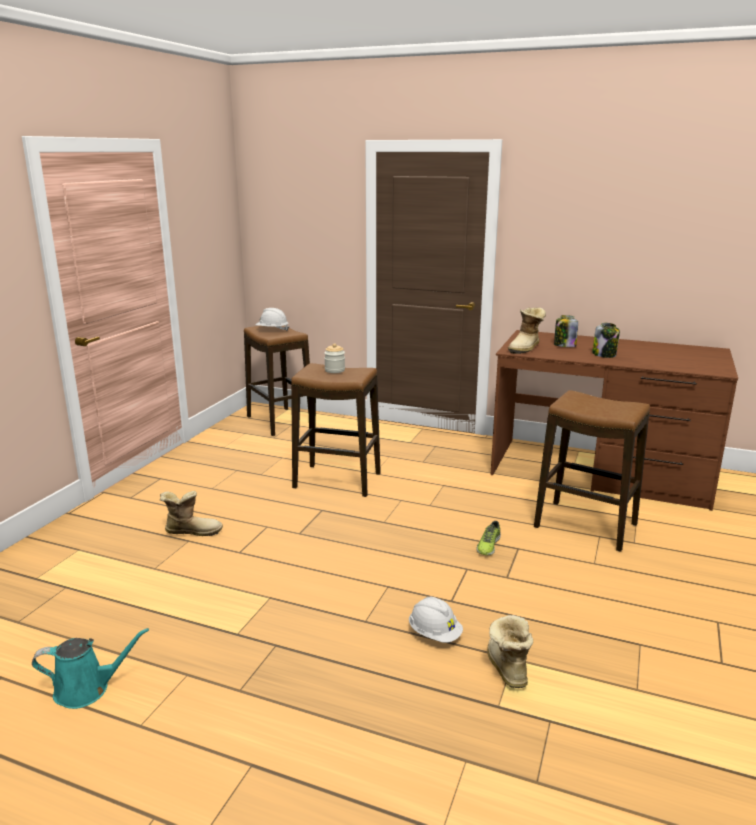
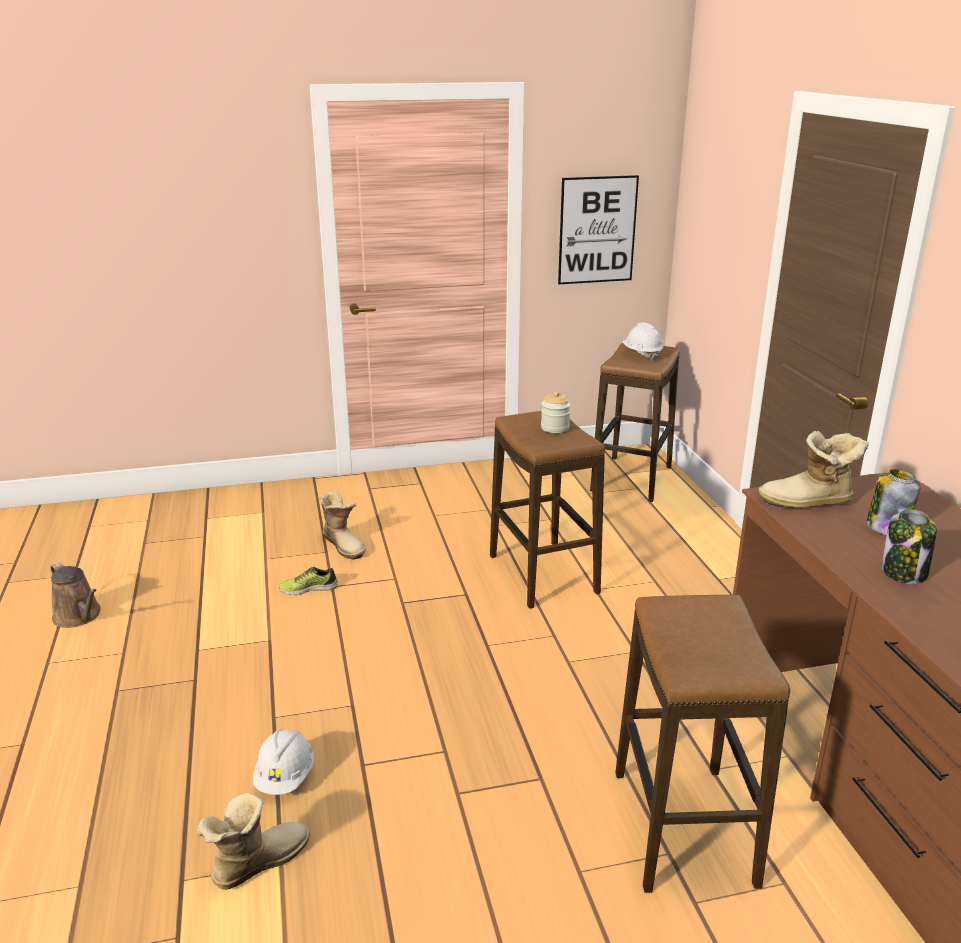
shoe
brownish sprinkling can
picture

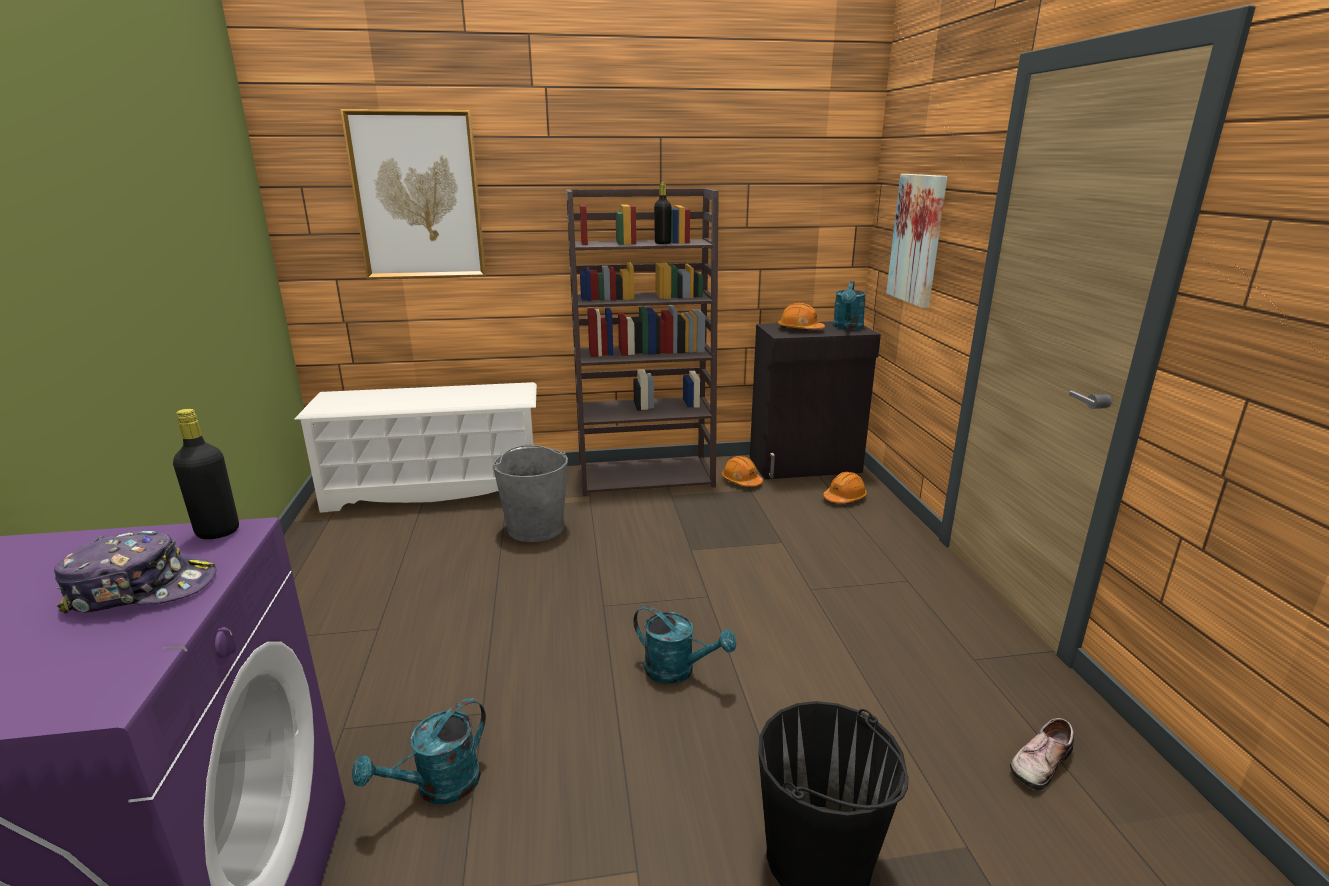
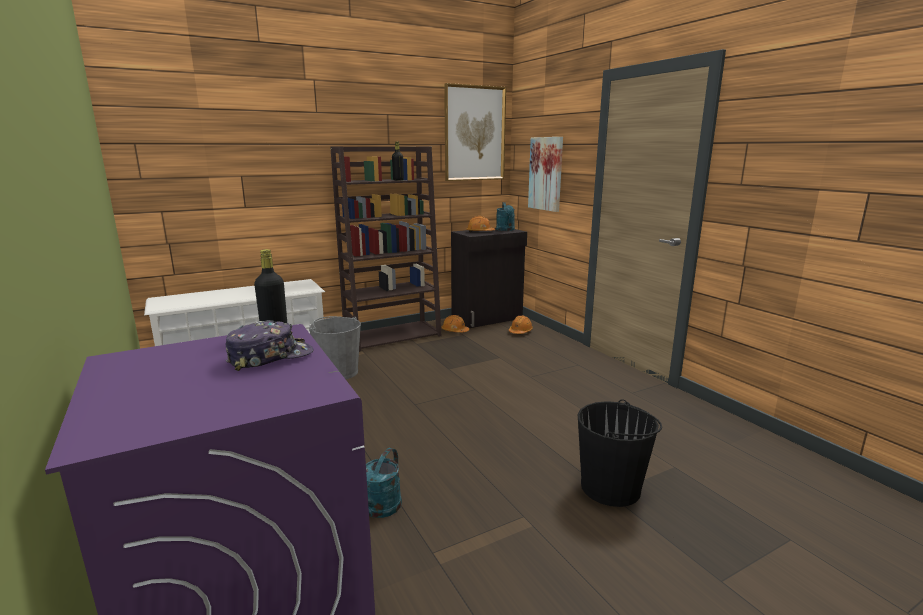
picture (no. 1 from left)
blue-green sprinkling can (no. 2 from left in the first image)
shoe

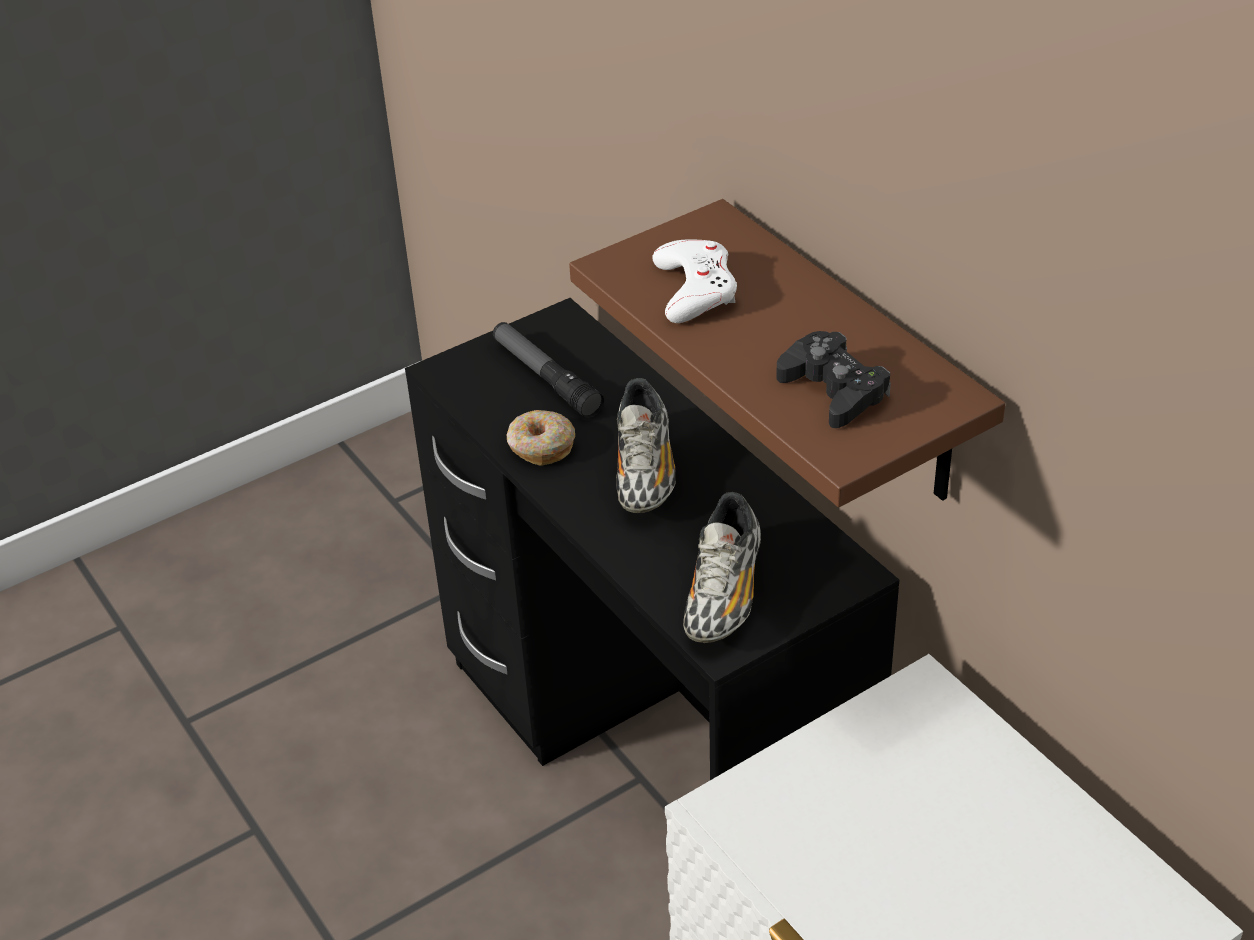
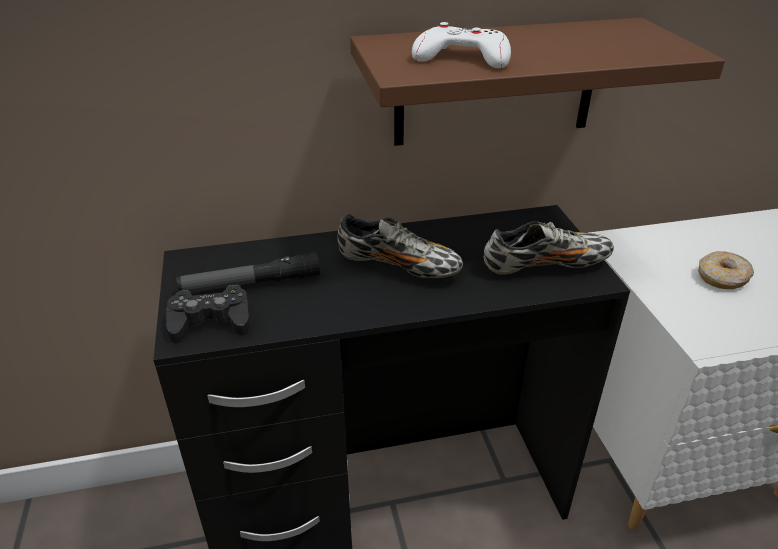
black game controller
donut
shoe (no. 2 from left)

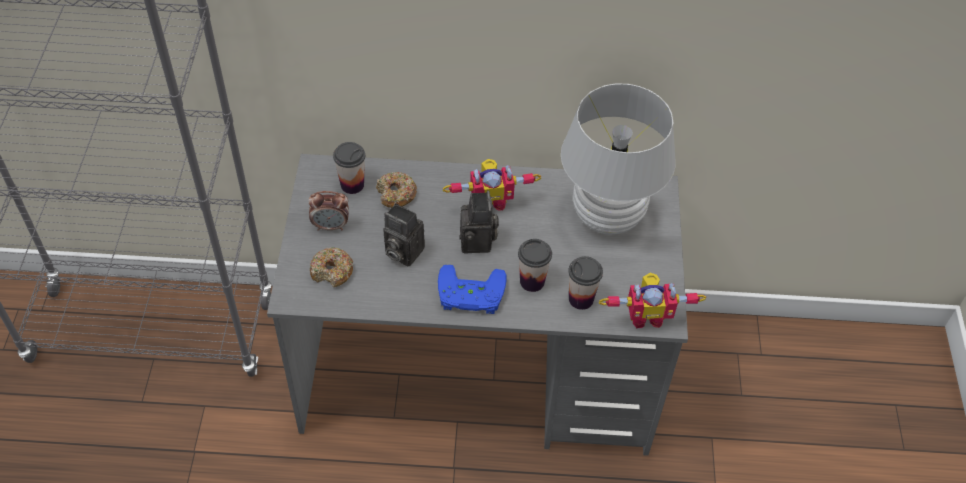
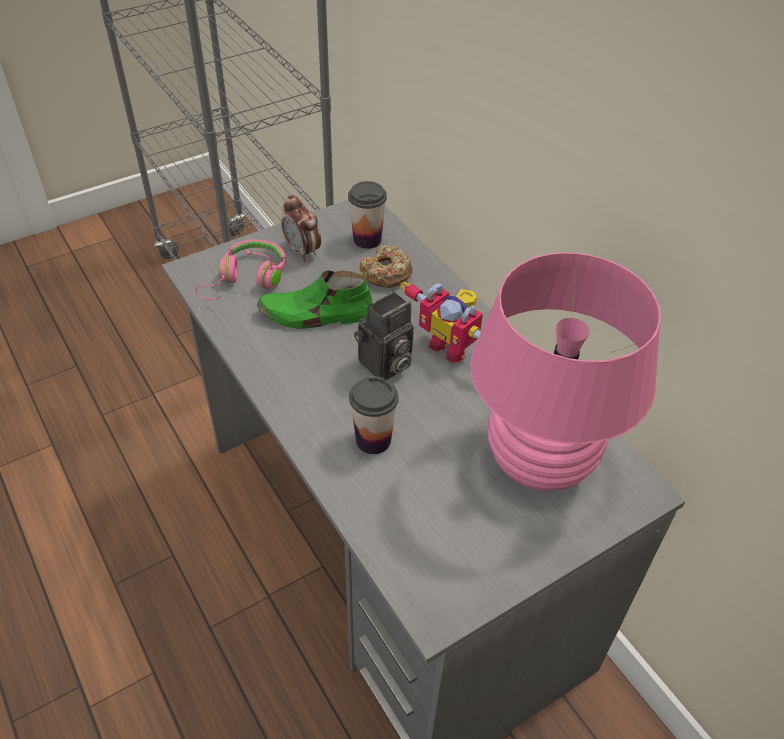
pinkish table lamp
green-coloured shoe
pinkish headset
small cup (no. 3 from left in the first image)
bluish game controller
toy robot (no. 2 from left in the first image)

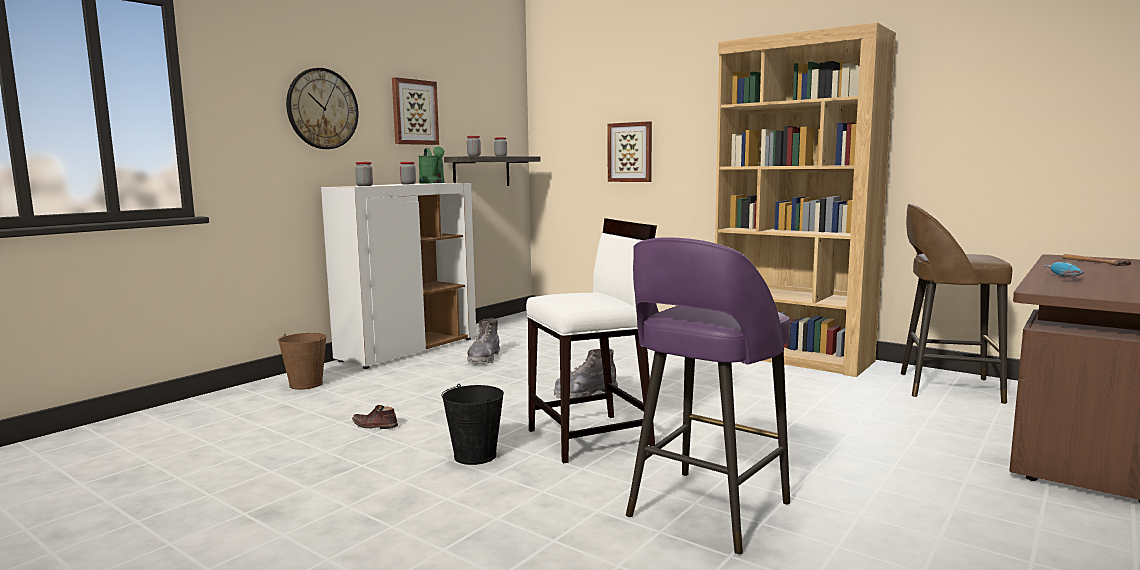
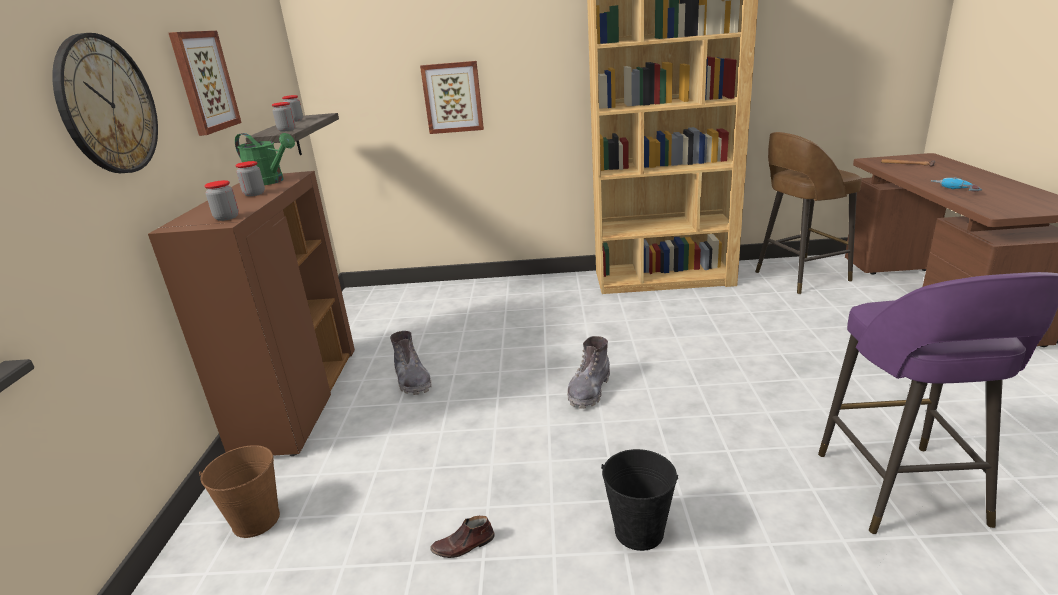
brownish storage cabinet
white-coloured stool seat

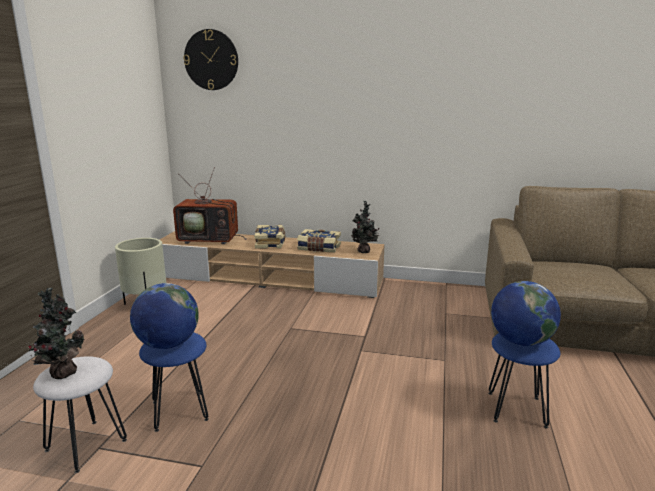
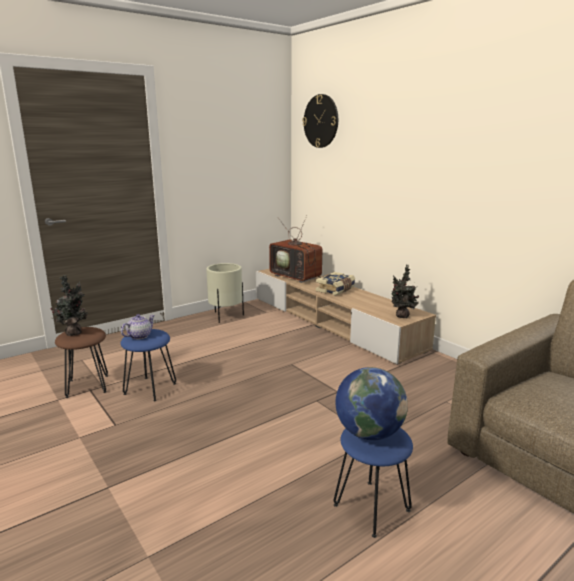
volume (no. 2 from left in the first image)
pot for tea
brownish stool seat

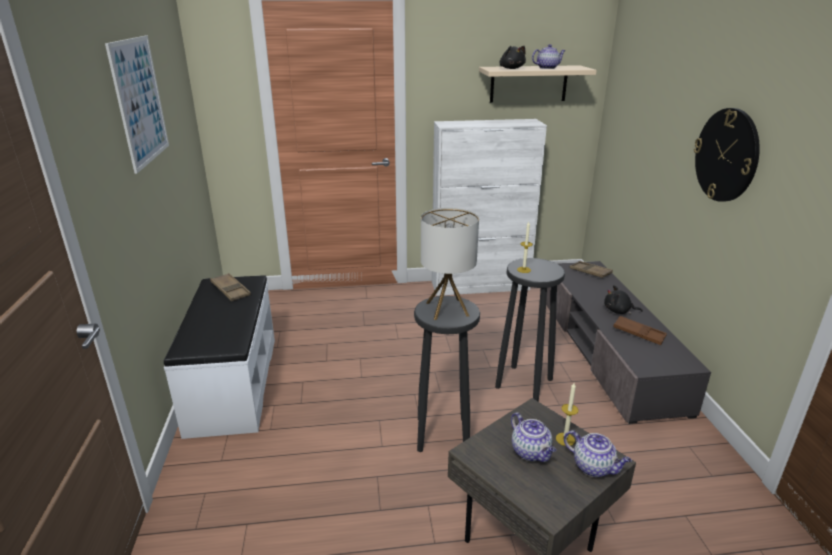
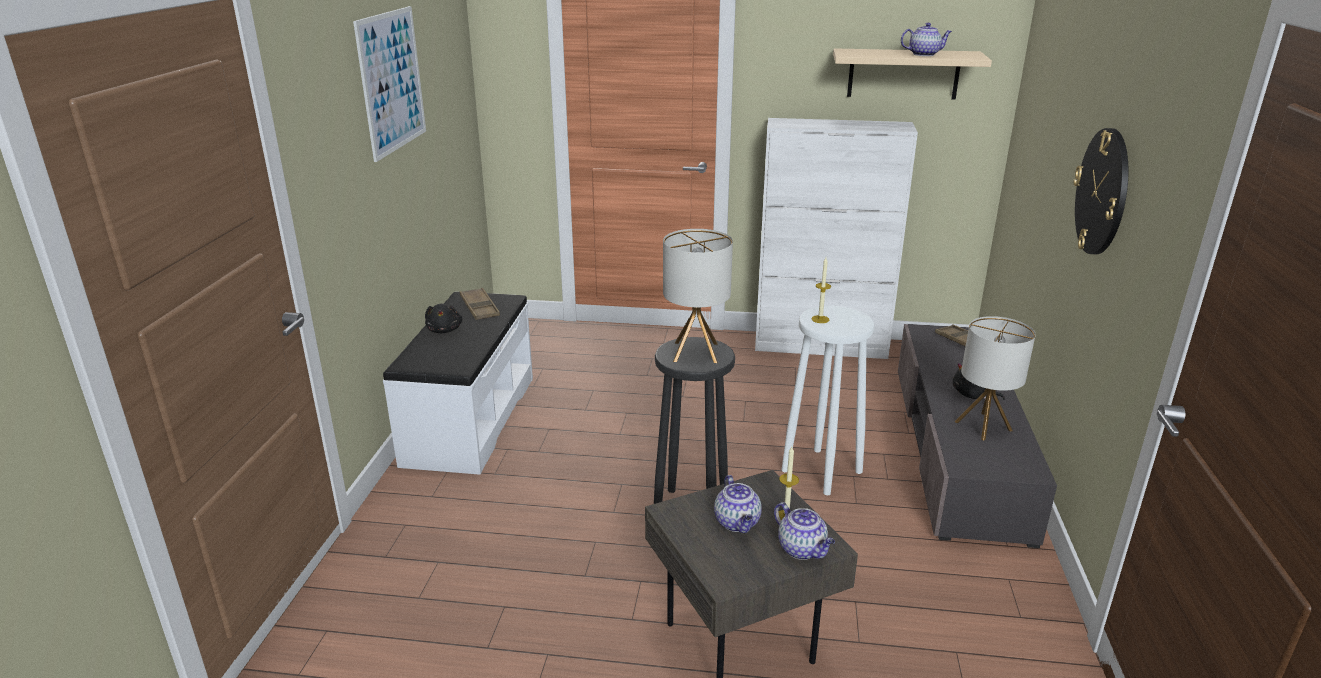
black cuddly toy (no. 1 from left)
white-coloured stool seat
table lamp (no. 2 from left)

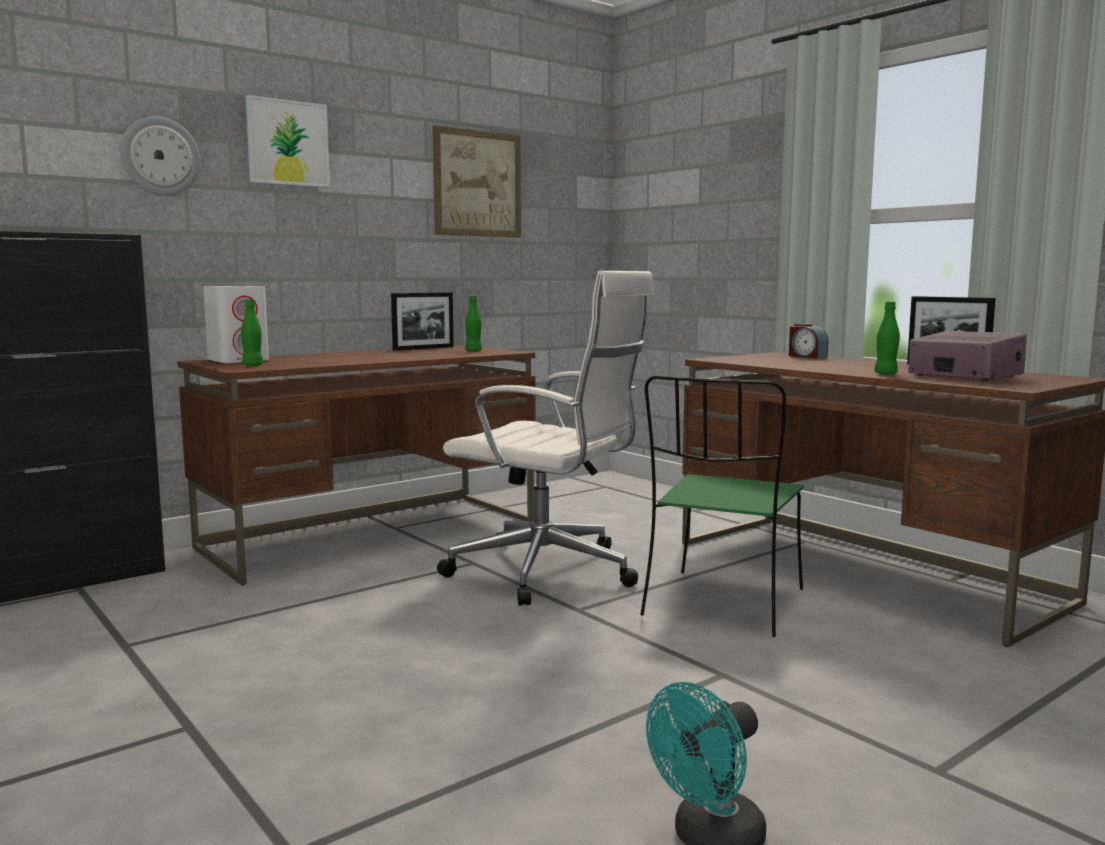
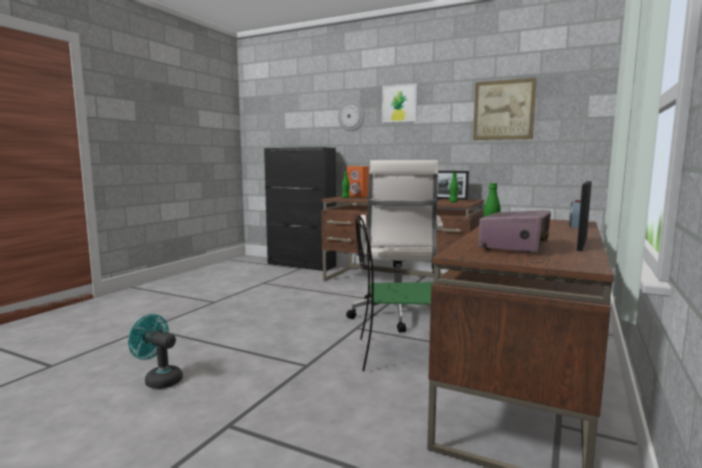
orangey loudspeaker

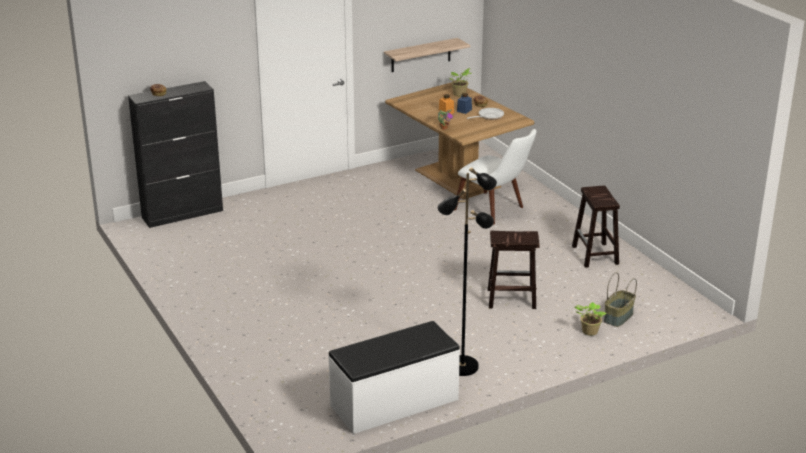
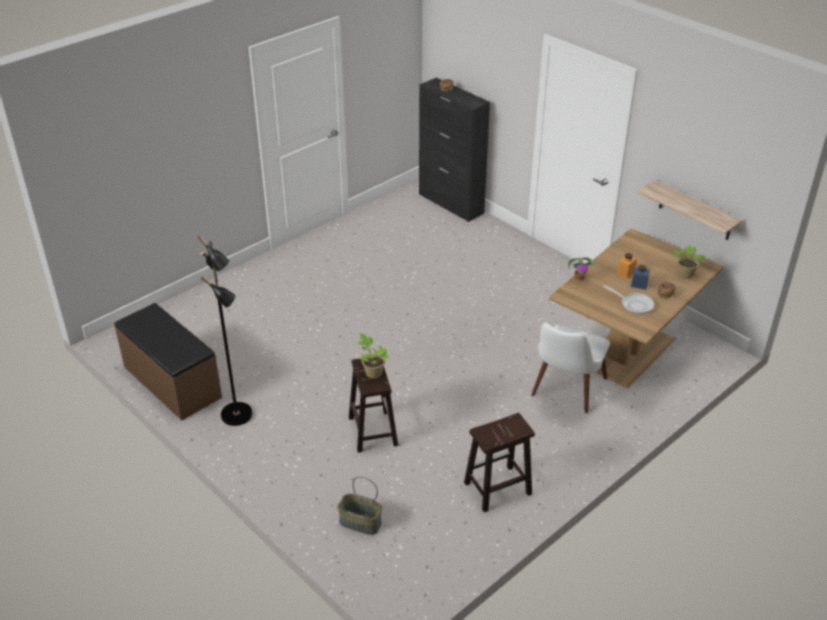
potted plant (no. 1 from left)
brownish bench

